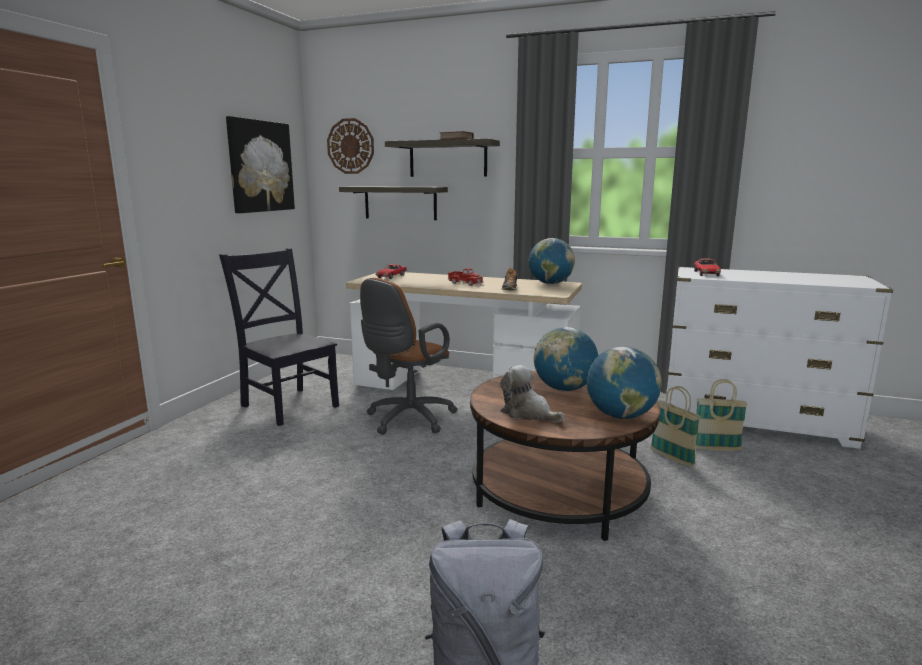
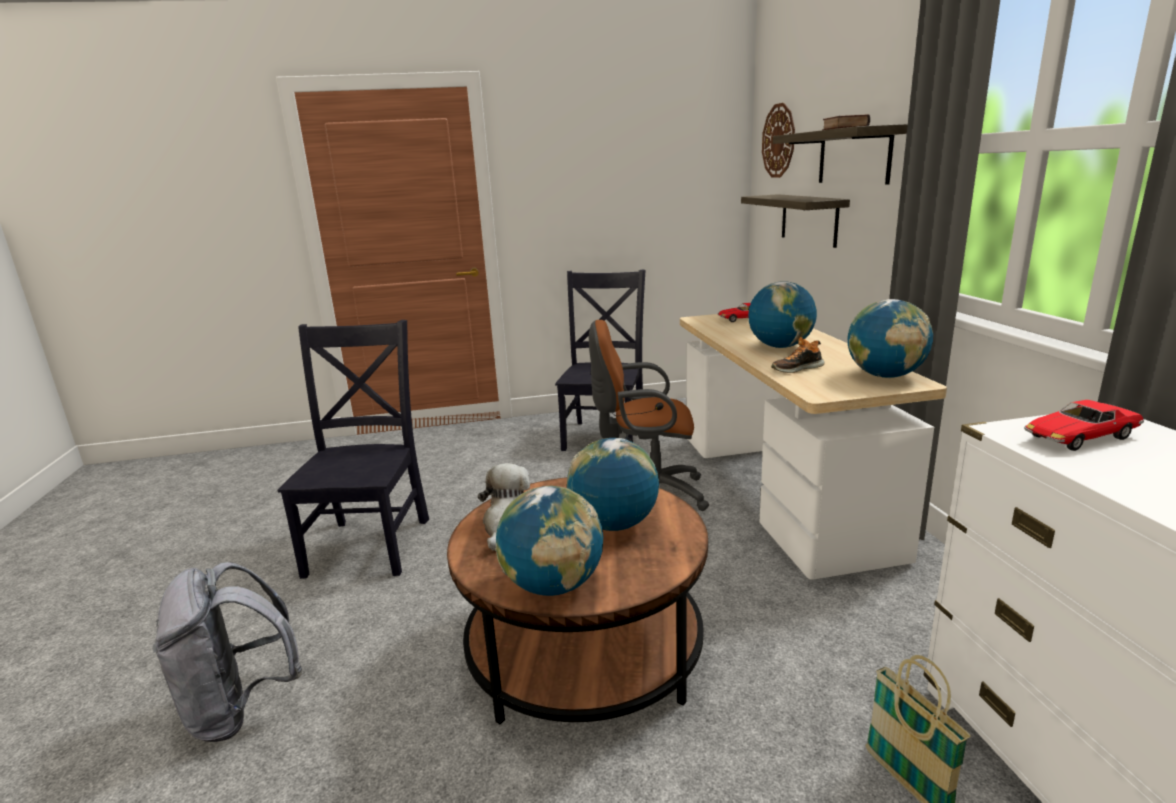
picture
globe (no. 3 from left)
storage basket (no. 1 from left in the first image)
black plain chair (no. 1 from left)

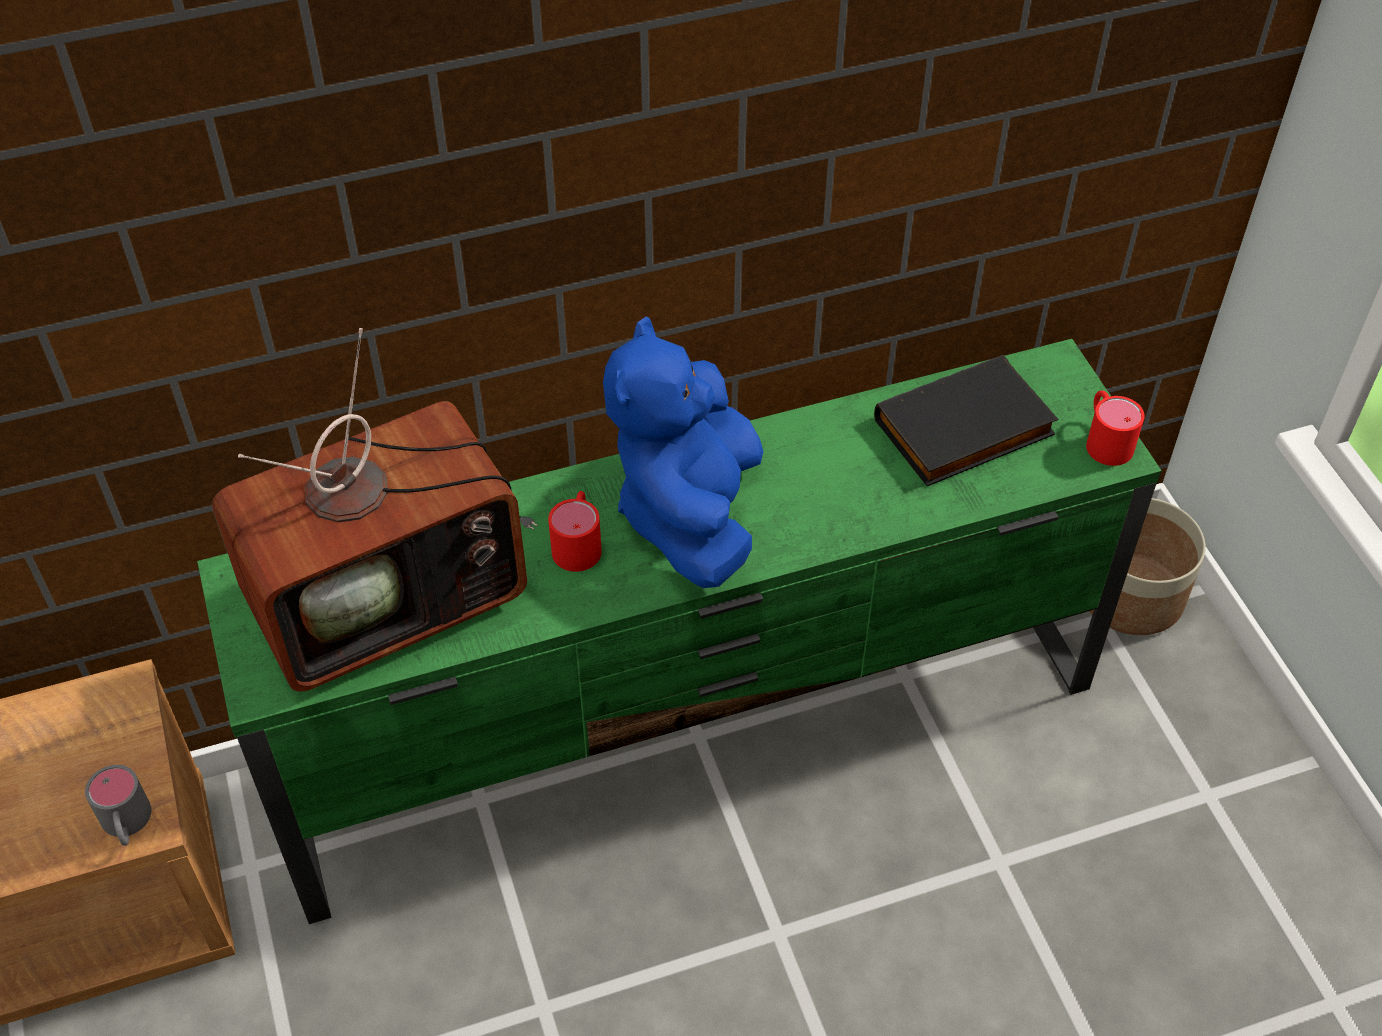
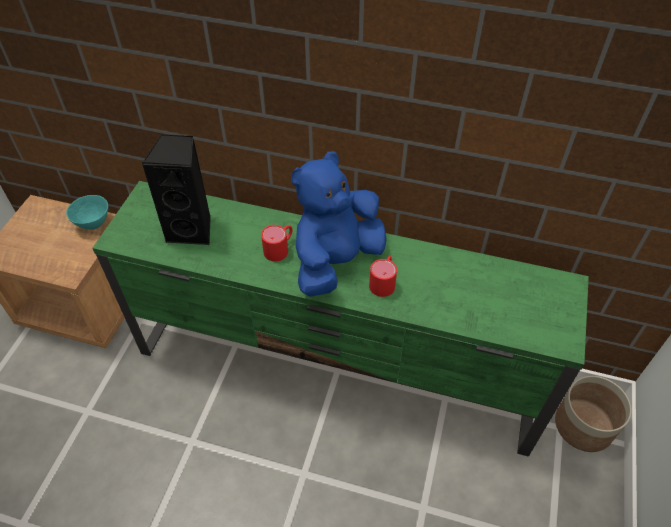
black loudspeaker
black volume
red-coloured tea mug (no. 2 from left)
grey tea mug
blue-green deep dish

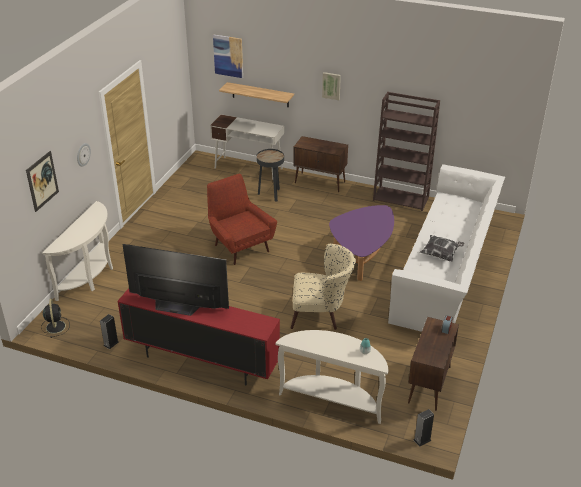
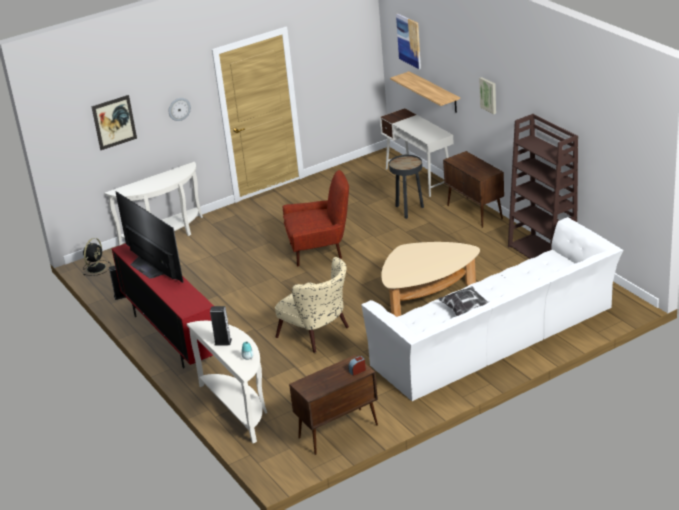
red-coloured lounge chair
beige-coloured coffee table
loudspeaker (no. 2 from left)

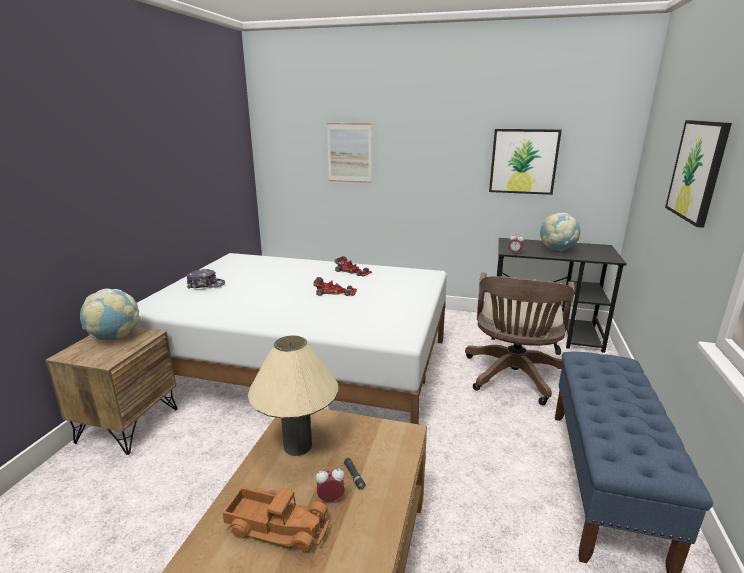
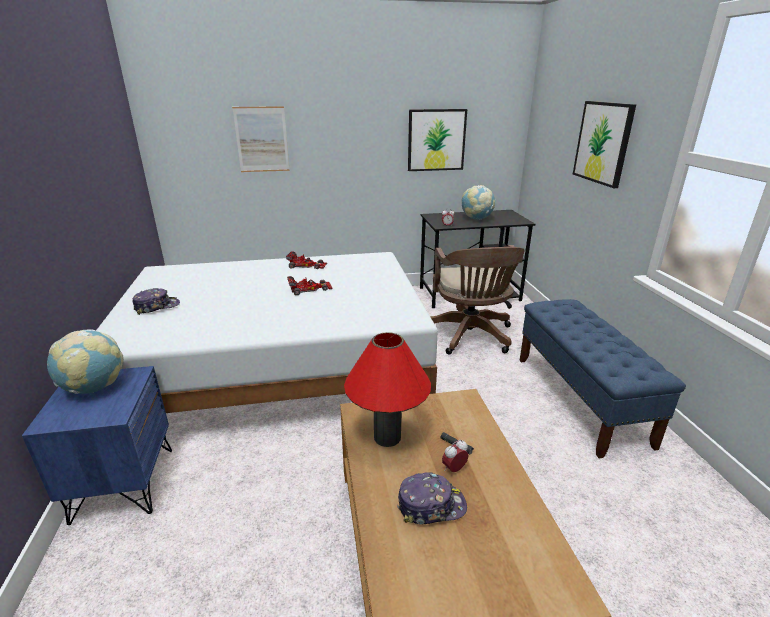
bluish bedside table
red-coloured table lamp
peaked cap (no. 2 from left)

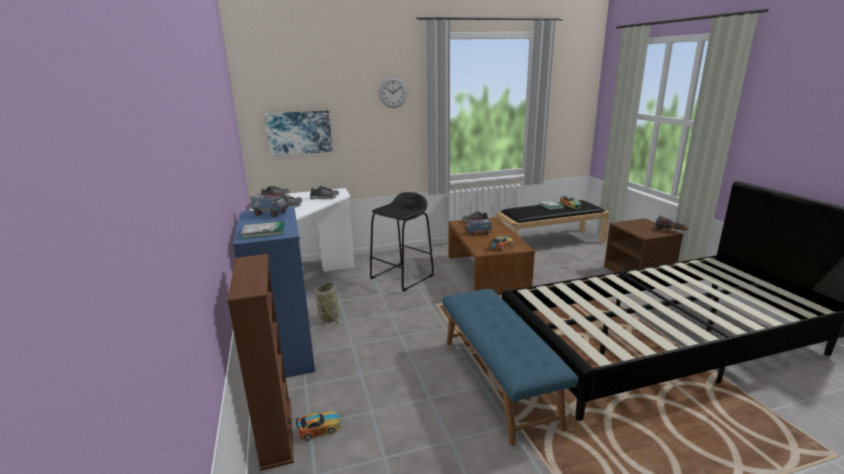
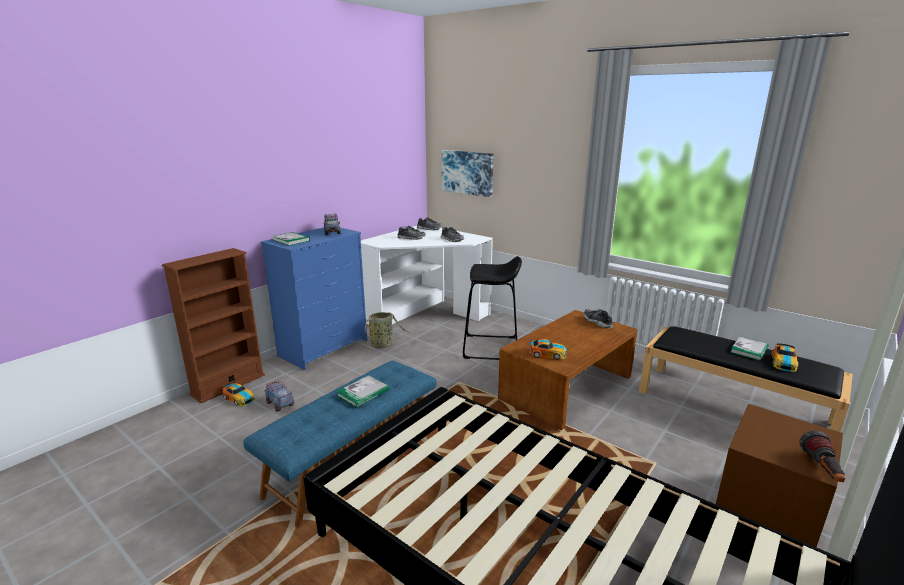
hanging clock
toy lorry (no. 1 from left)
volume (no. 2 from left)

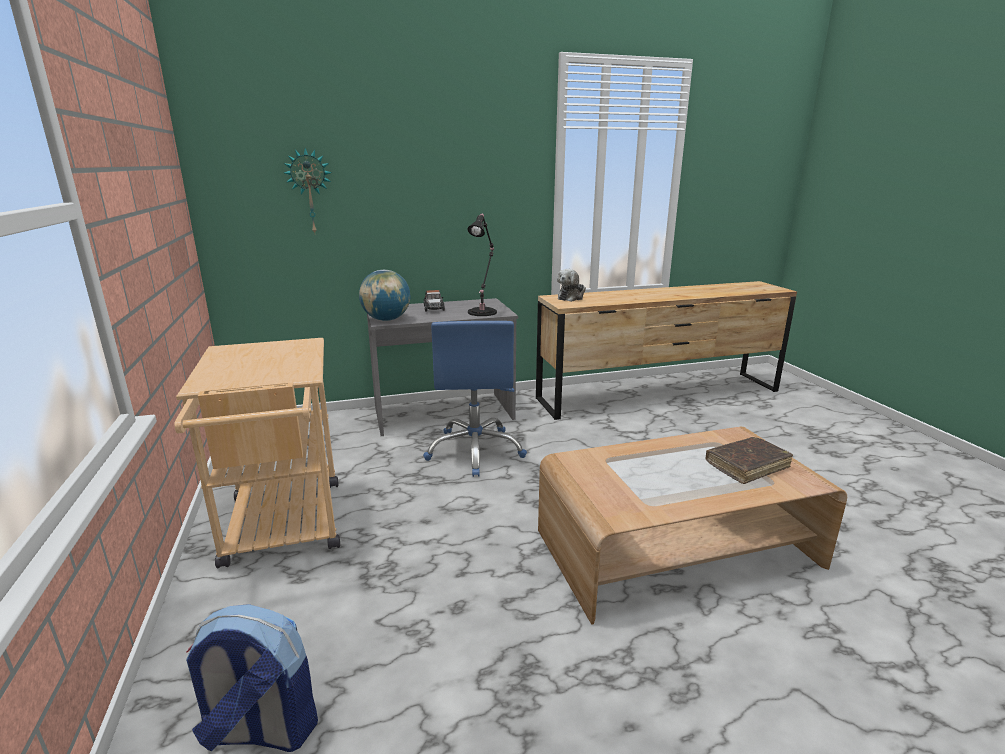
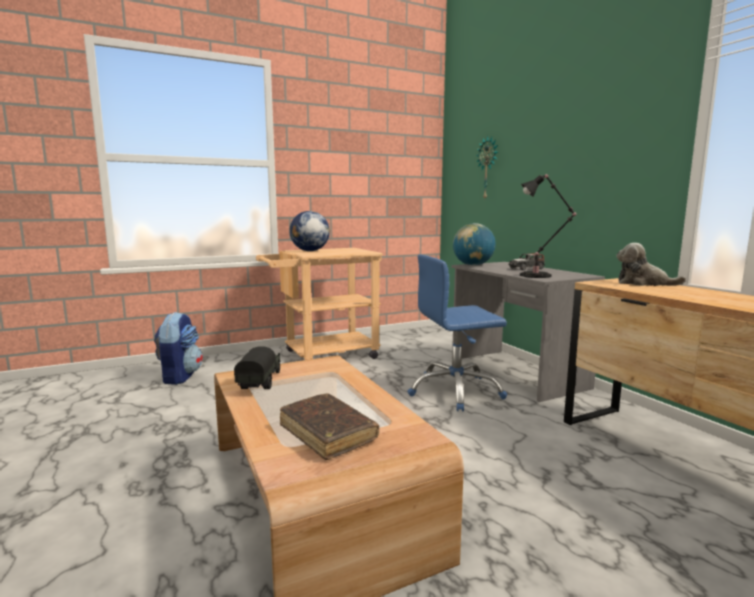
globe (no. 1 from left)
toy lorry

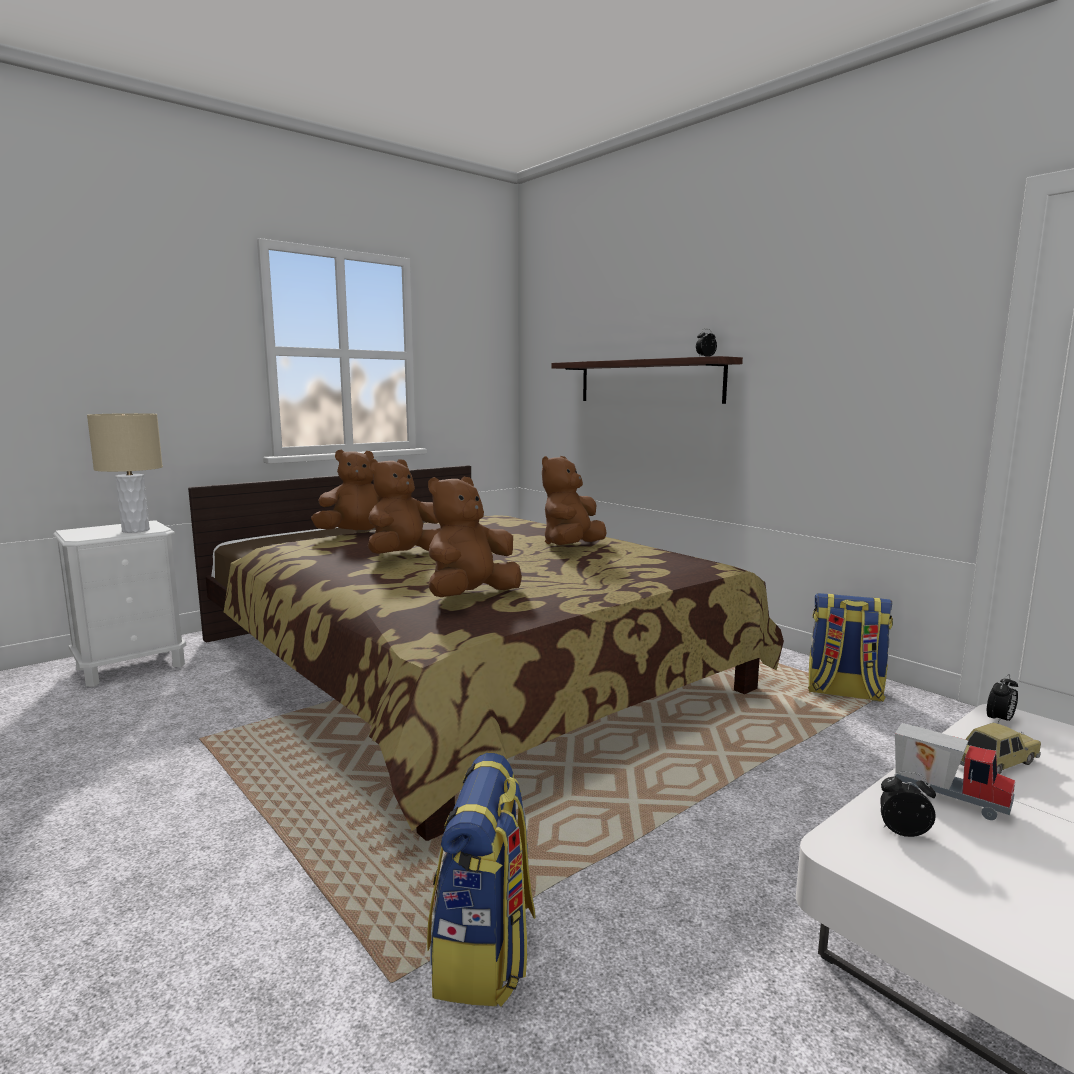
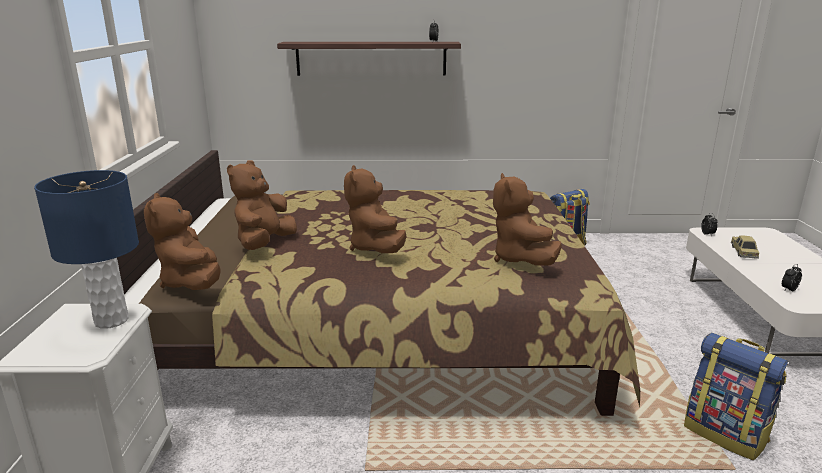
bluish table lamp
brownish cuddly toy (no. 1 from left)
toy lorry

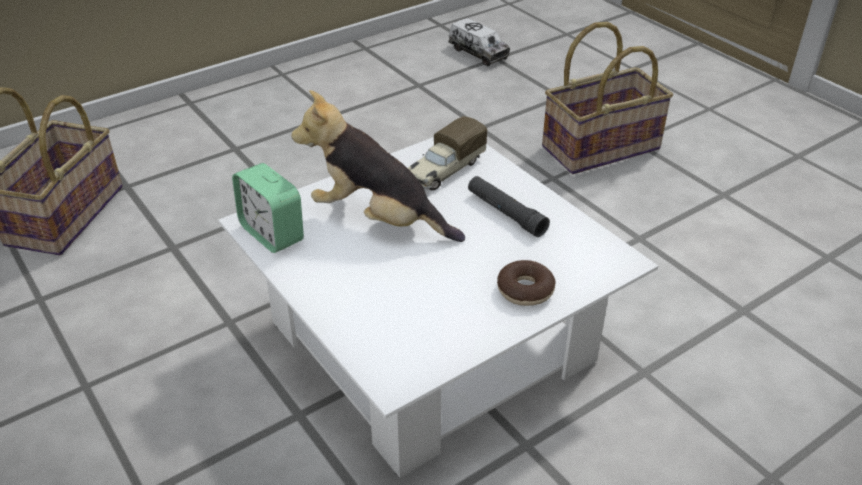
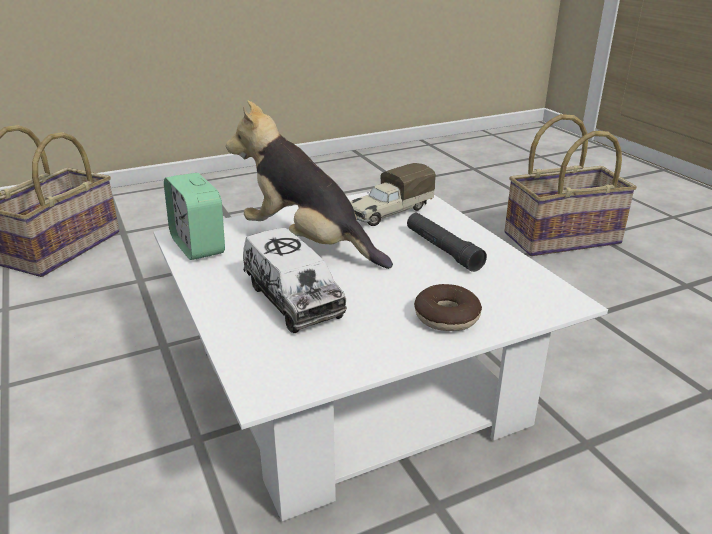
toy lorry (no. 1 from left)

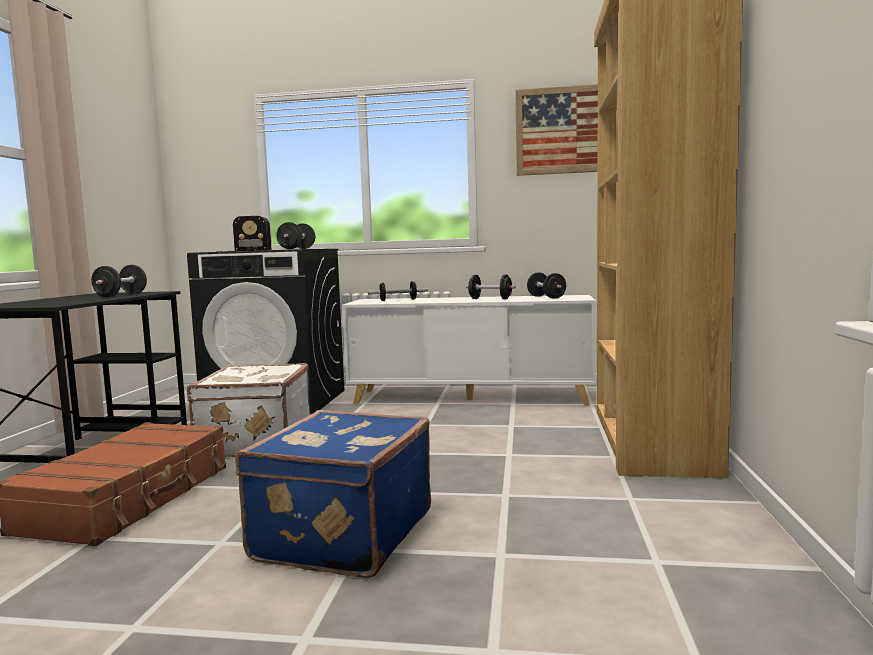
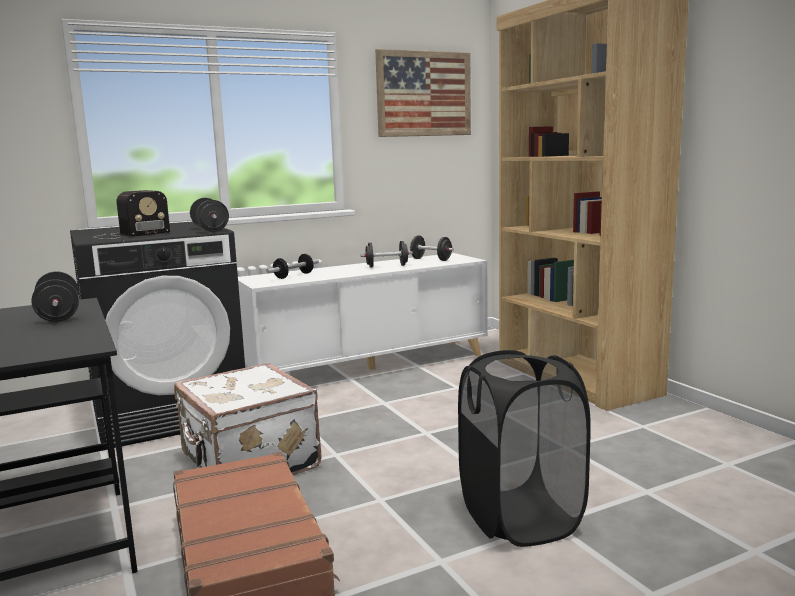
black washing basket

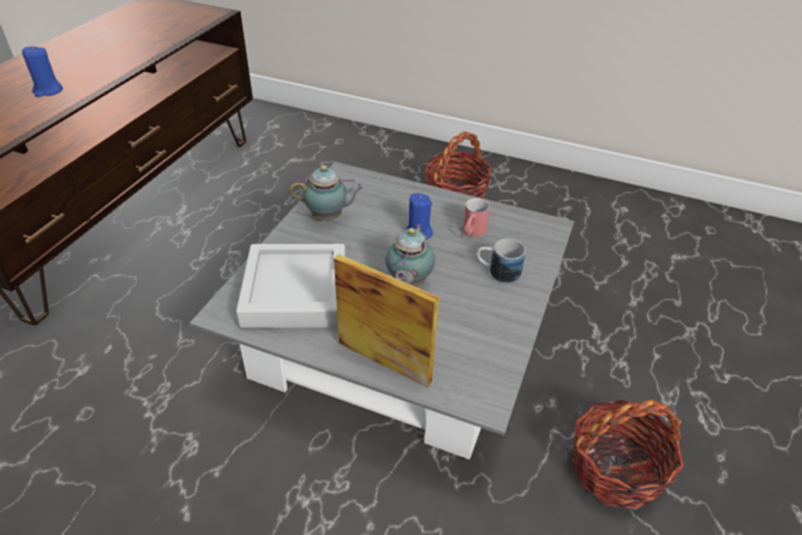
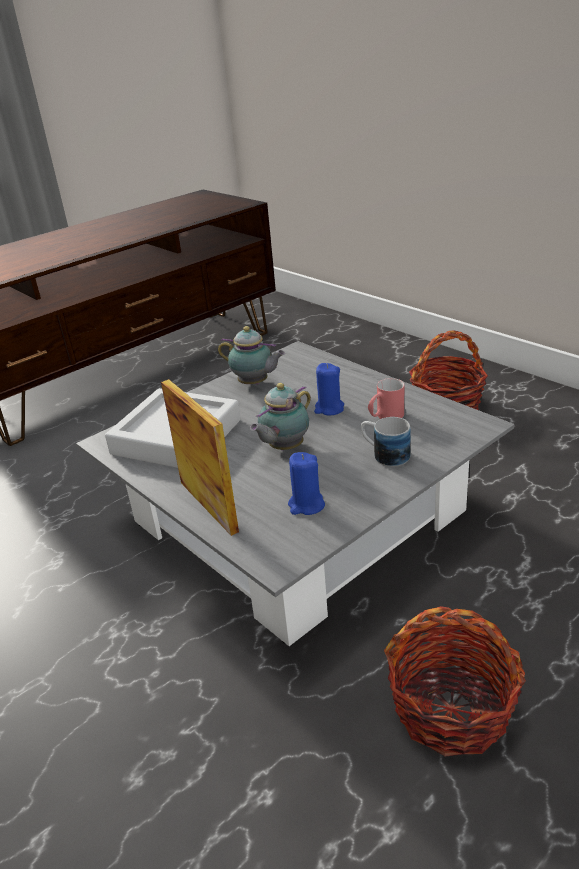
bluish candle (no. 1 from left)

